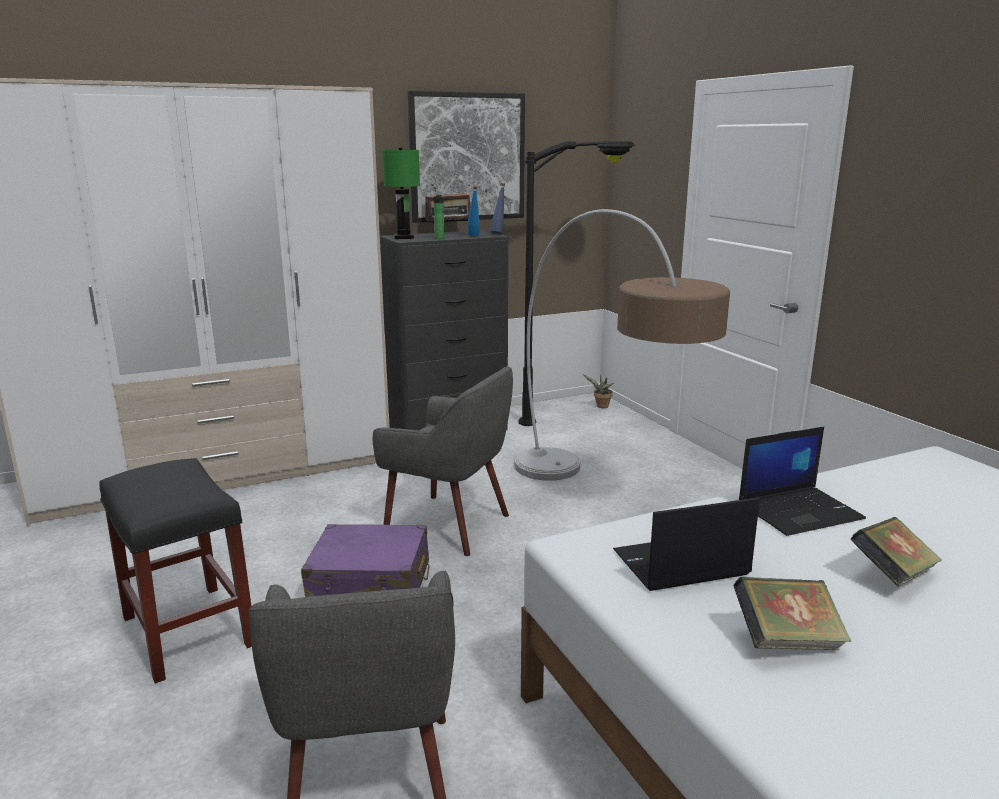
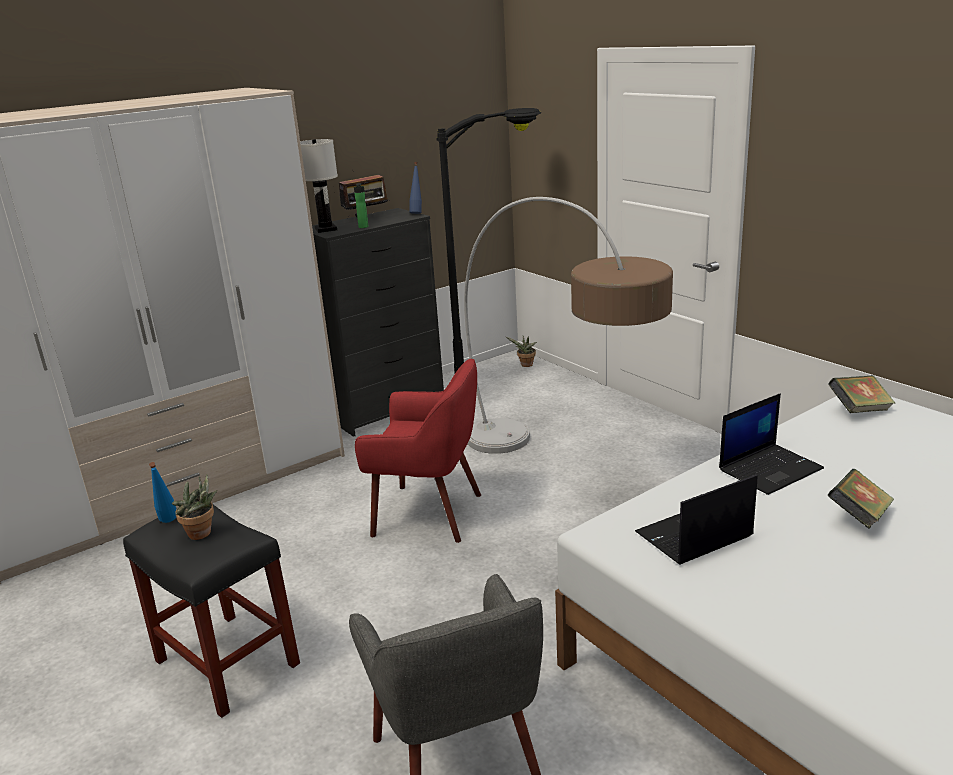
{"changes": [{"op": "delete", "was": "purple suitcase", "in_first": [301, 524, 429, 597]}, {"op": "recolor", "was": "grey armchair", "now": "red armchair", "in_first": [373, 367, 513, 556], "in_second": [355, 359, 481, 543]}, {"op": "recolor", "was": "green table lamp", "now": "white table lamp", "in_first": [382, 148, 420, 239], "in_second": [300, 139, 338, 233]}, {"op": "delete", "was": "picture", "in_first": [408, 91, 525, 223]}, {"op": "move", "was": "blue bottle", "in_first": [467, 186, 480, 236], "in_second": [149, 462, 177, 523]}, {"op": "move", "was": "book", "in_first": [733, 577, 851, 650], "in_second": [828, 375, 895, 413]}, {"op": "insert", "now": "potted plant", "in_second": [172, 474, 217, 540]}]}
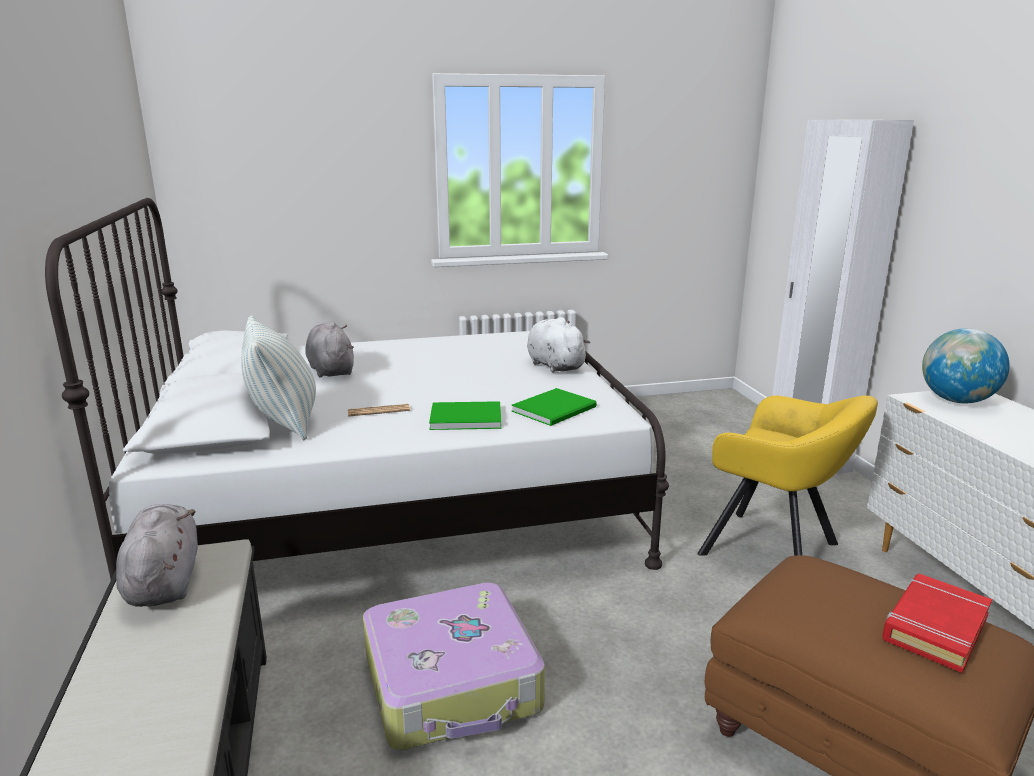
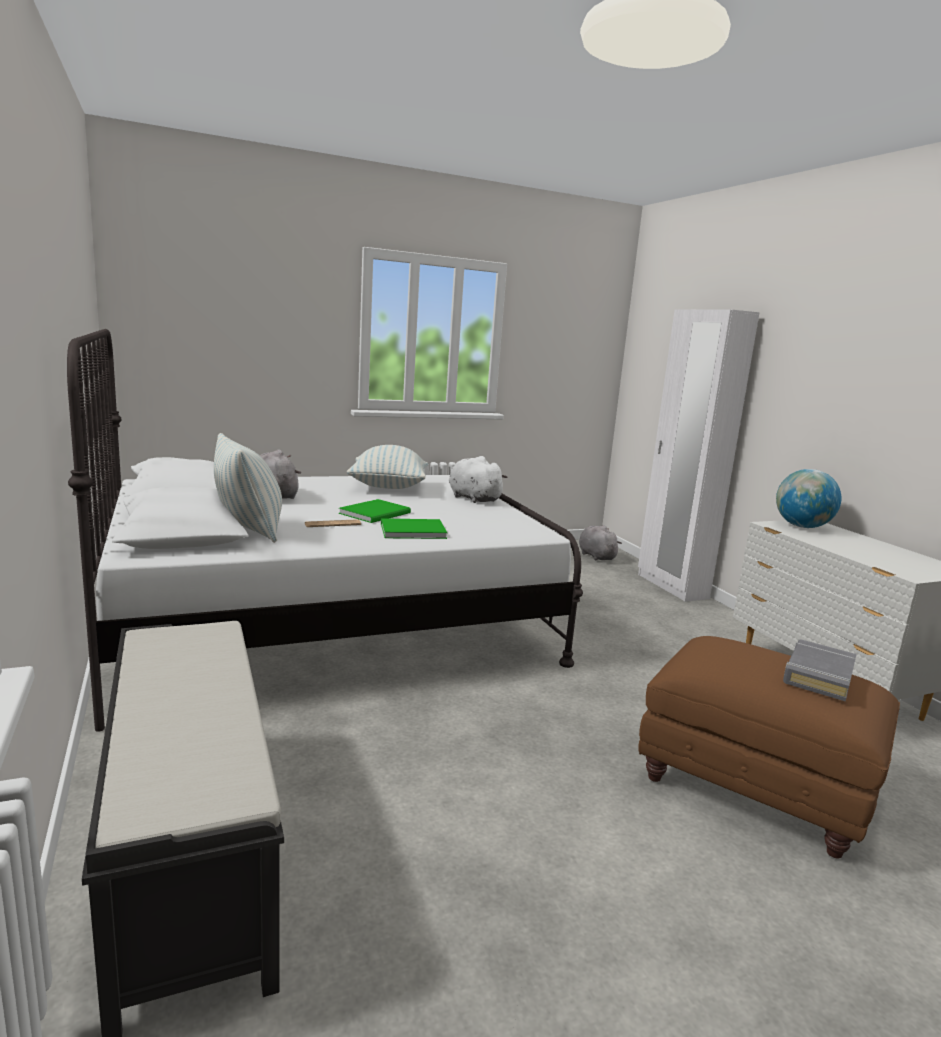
{"changes": [{"op": "move", "was": "grey plush toy", "in_first": [116, 504, 198, 607], "in_second": [579, 525, 622, 560]}, {"op": "delete", "was": "suitcase", "in_first": [363, 582, 545, 751]}, {"op": "move", "was": "green book", "in_first": [512, 388, 597, 426], "in_second": [339, 499, 411, 523]}, {"op": "delete", "was": "yellow armchair", "in_first": [697, 395, 878, 556]}, {"op": "recolor", "was": "red book", "now": "grey book", "in_first": [882, 574, 992, 673], "in_second": [783, 639, 857, 702]}, {"op": "insert", "now": "pillow", "in_second": [347, 445, 429, 489]}]}
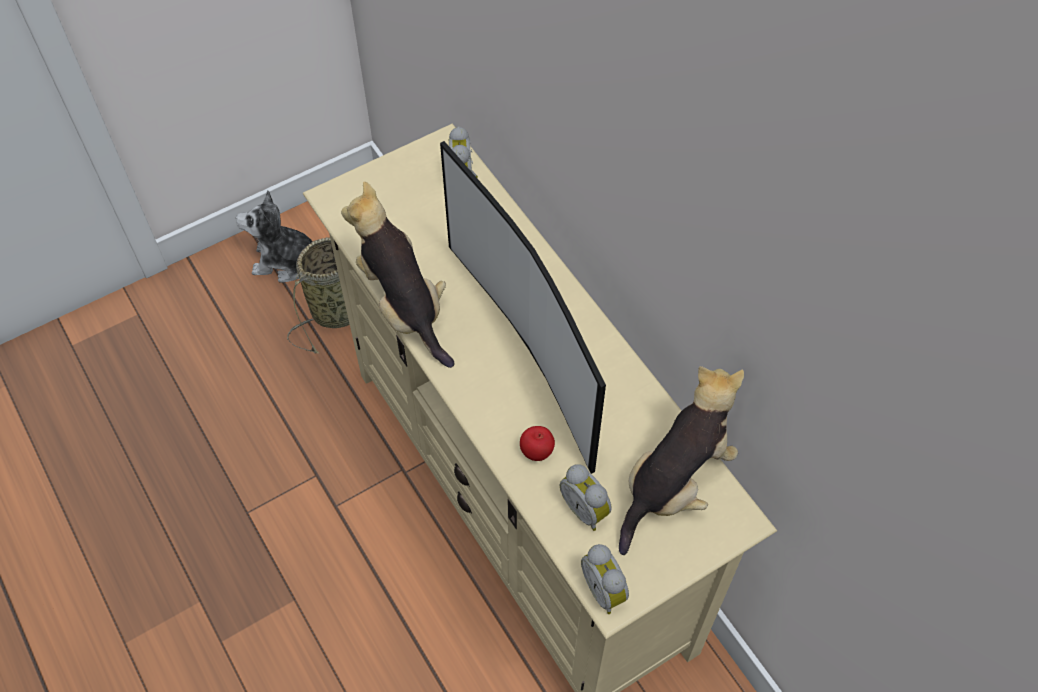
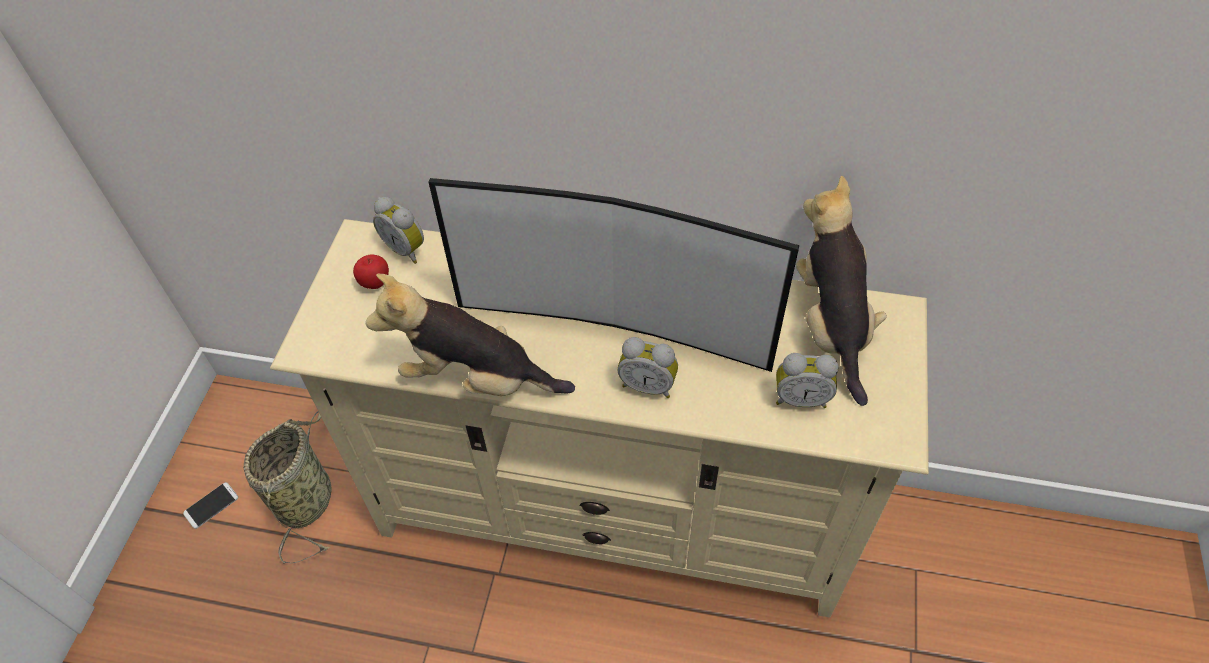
{"changes": [{"op": "replace", "was": "plush toy", "now": "phone", "in_first": [236, 191, 313, 283], "in_second": [183, 482, 238, 529]}, {"op": "move", "was": "apple", "in_first": [520, 426, 555, 461], "in_second": [353, 255, 389, 289]}, {"op": "move", "was": "alarm clock", "in_first": [581, 544, 629, 614], "in_second": [618, 337, 678, 398]}]}
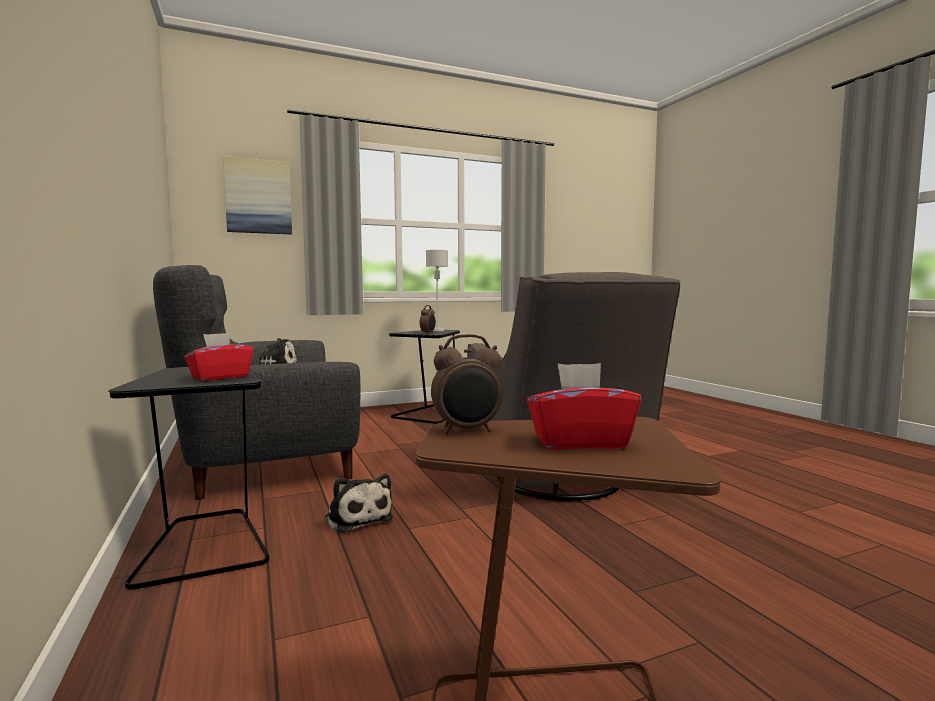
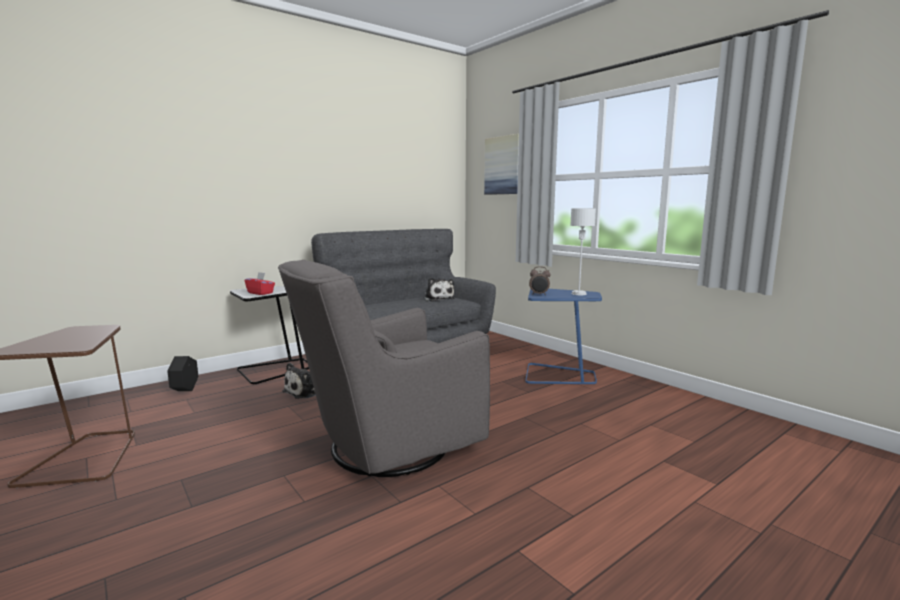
{"changes": [{"op": "recolor", "was": "black side table", "now": "blue side table", "in_first": [389, 330, 460, 424], "in_second": [525, 289, 602, 384]}, {"op": "delete", "was": "alarm clock", "in_first": [431, 334, 503, 434]}, {"op": "delete", "was": "red tissue box", "in_first": [527, 363, 641, 450]}, {"op": "insert", "now": "black planter", "in_second": [167, 356, 198, 391]}]}
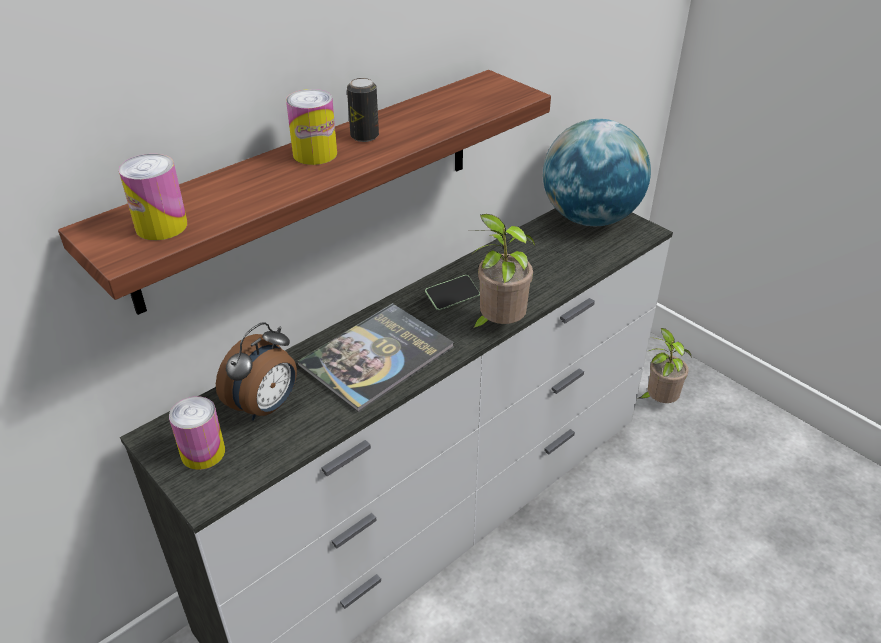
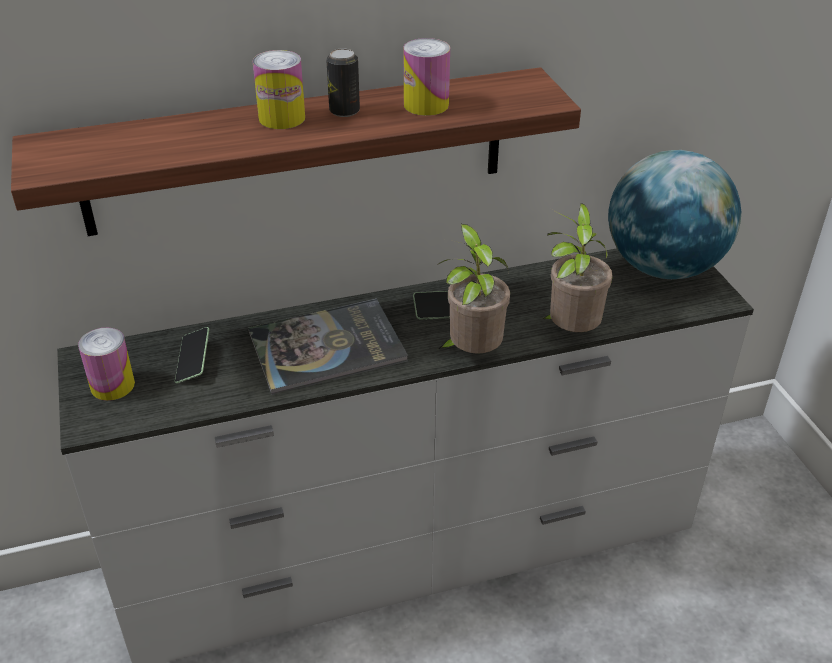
{"changes": [{"op": "move", "was": "can", "in_first": [119, 154, 187, 240], "in_second": [404, 38, 450, 116]}, {"op": "replace", "was": "alarm clock", "now": "phone", "in_first": [216, 322, 297, 421], "in_second": [175, 327, 209, 383]}, {"op": "move", "was": "potted plant", "in_first": [637, 328, 691, 403], "in_second": [542, 203, 613, 332]}]}
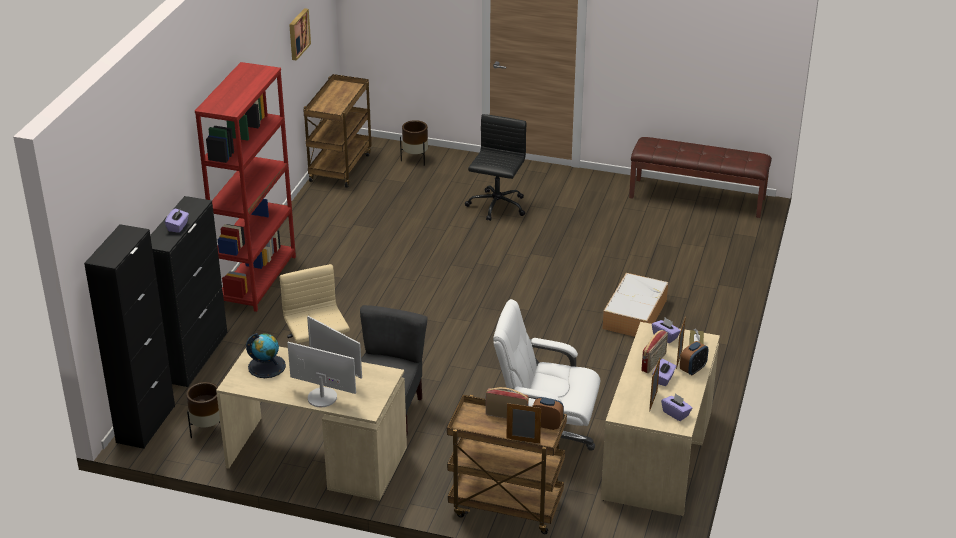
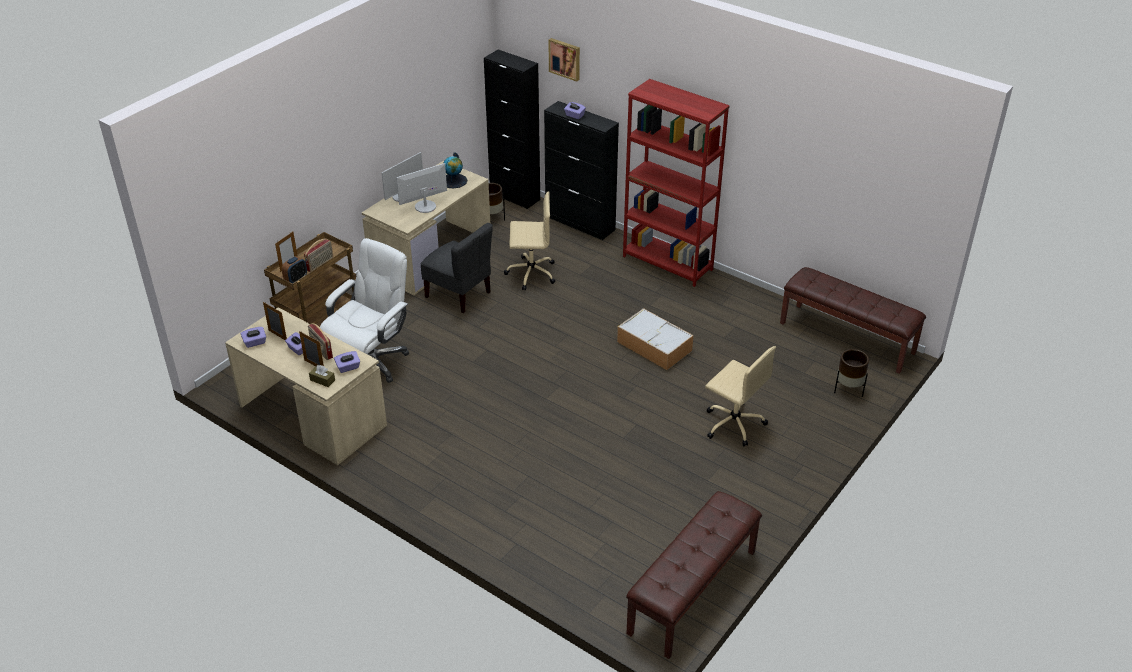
{"changes": [{"op": "move", "was": "picture", "in_first": [289, 8, 311, 61], "in_second": [549, 38, 580, 82]}, {"op": "replace", "was": "brown cart", "now": "brown bench", "in_first": [303, 74, 372, 188], "in_second": [780, 267, 926, 374]}, {"op": "recolor", "was": "black office chair", "now": "beige office chair", "in_first": [465, 114, 527, 221], "in_second": [705, 346, 776, 446]}, {"op": "move", "was": "storage box", "in_first": [603, 273, 668, 337], "in_second": [617, 308, 694, 370]}, {"op": "delete", "was": "alarm clock", "in_first": [680, 341, 708, 375]}]}
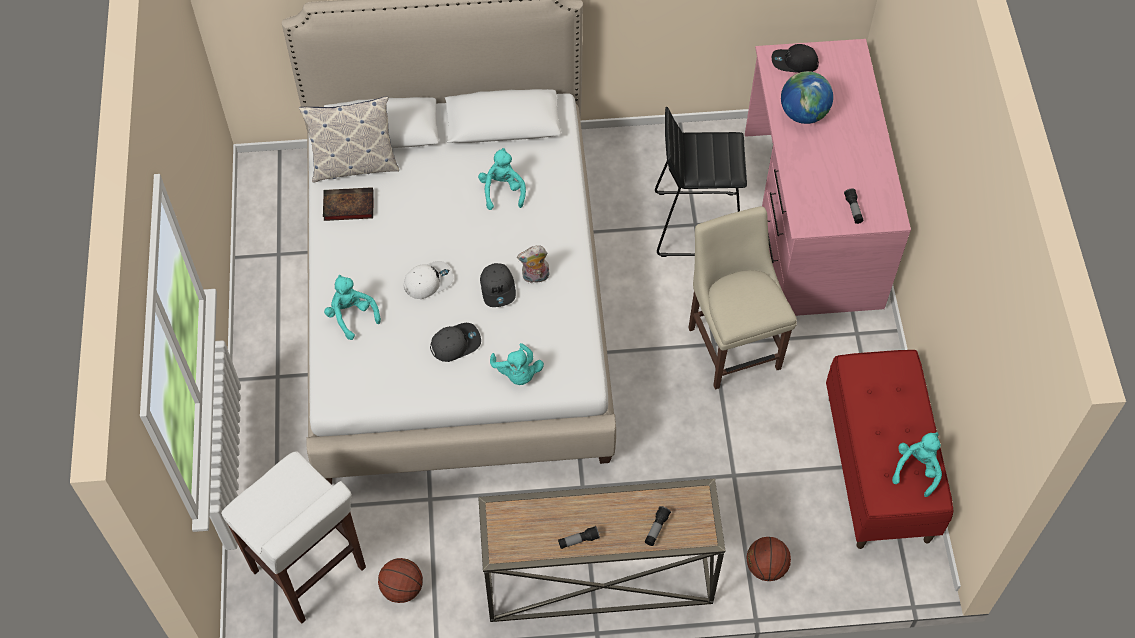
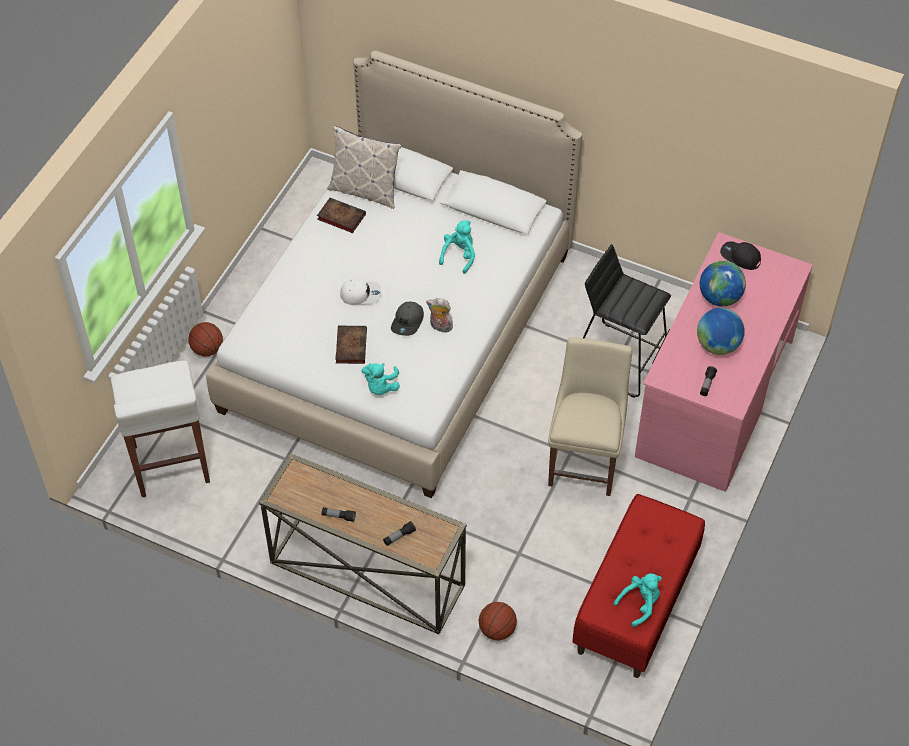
{"changes": [{"op": "delete", "was": "turquoise plush toy", "in_first": [324, 275, 381, 340]}, {"op": "move", "was": "basketball", "in_first": [378, 558, 423, 603], "in_second": [188, 322, 223, 356]}, {"op": "replace", "was": "grey cap", "now": "book", "in_first": [430, 323, 481, 362], "in_second": [335, 326, 367, 364]}, {"op": "insert", "now": "globe", "in_second": [697, 308, 745, 355]}]}
